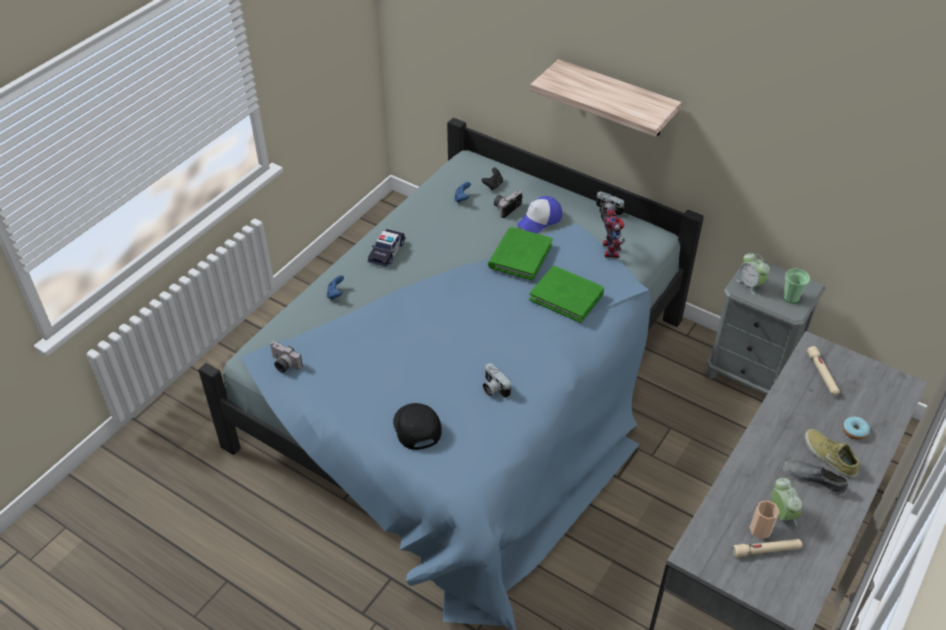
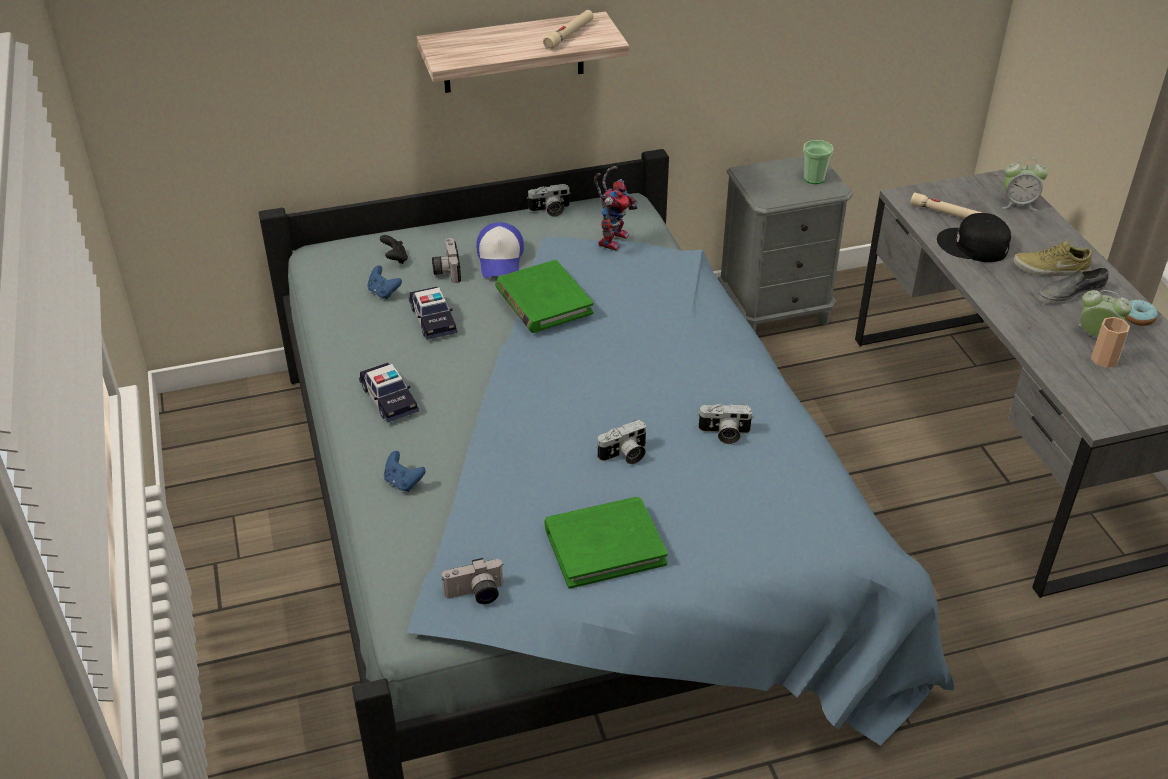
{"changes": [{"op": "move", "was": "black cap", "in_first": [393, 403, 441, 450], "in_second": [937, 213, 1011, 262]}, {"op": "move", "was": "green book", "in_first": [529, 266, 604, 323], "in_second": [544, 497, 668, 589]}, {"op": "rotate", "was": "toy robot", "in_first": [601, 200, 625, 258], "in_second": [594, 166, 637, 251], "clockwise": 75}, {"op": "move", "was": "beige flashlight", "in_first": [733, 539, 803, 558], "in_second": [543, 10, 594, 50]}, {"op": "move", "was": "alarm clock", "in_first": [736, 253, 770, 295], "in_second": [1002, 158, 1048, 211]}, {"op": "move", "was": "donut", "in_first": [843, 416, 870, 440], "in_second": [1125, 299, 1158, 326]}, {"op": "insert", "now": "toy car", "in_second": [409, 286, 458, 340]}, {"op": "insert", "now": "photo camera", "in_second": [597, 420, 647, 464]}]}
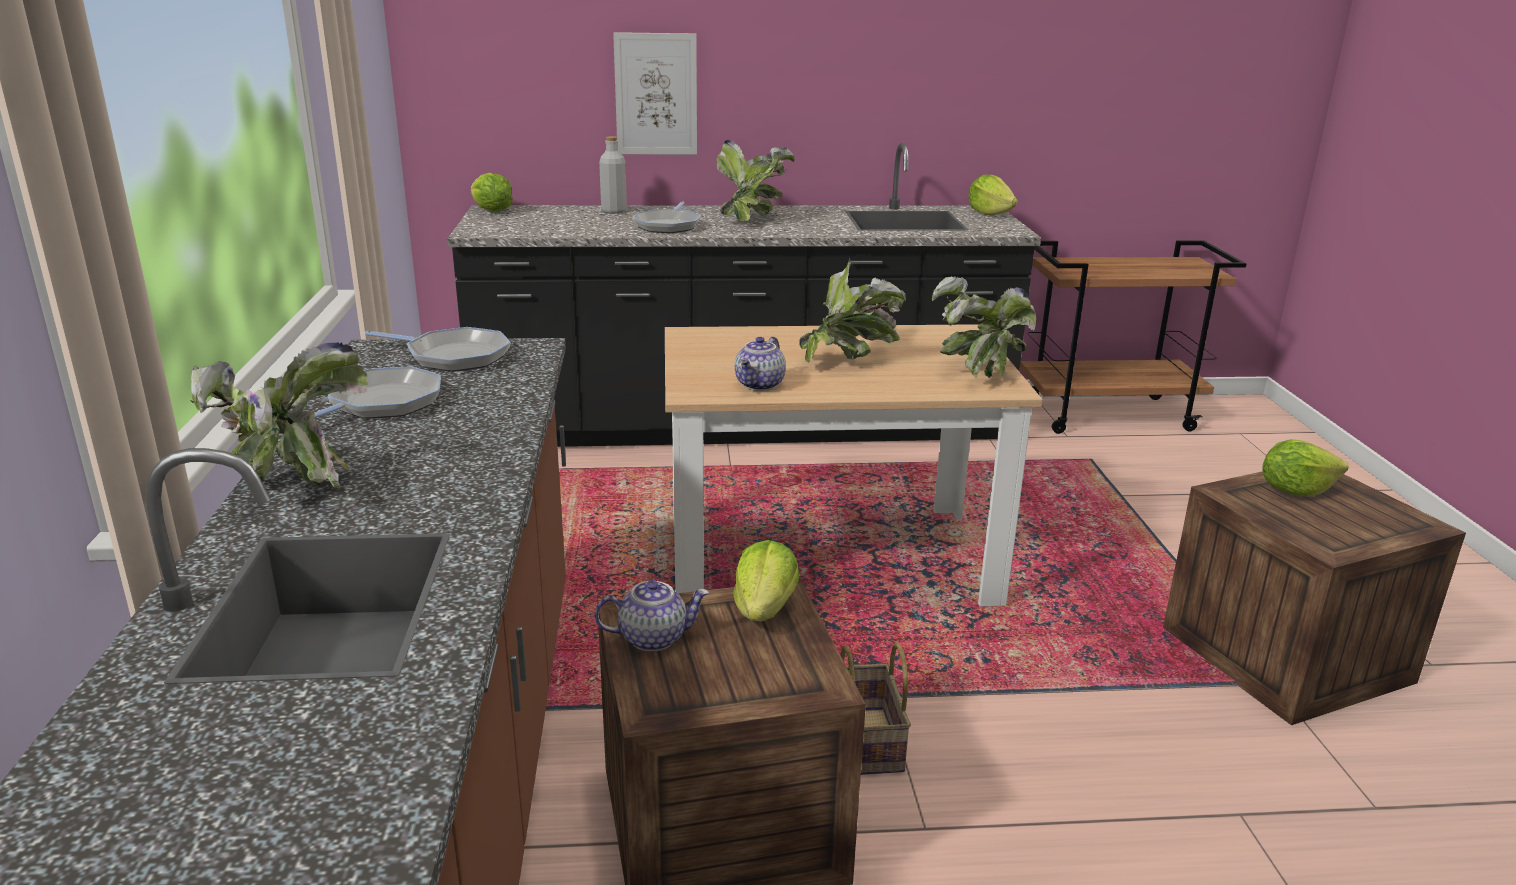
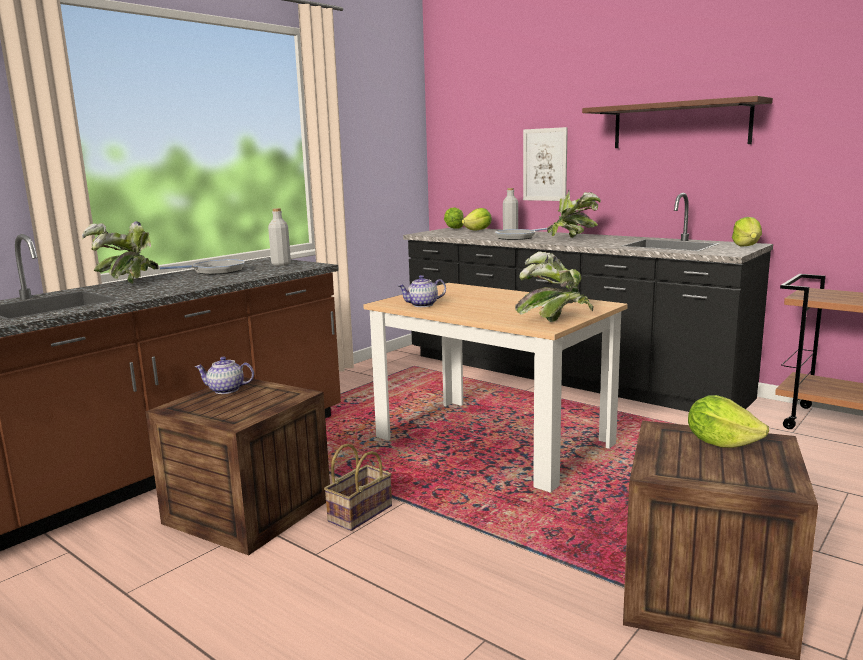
{"changes": [{"op": "replace", "was": "frying pan", "now": "grey bottle", "in_first": [365, 327, 511, 372], "in_second": [268, 208, 291, 266]}, {"op": "rotate", "was": "teapot", "in_first": [594, 580, 709, 651], "in_second": [195, 356, 254, 394], "clockwise": 150}, {"op": "move", "was": "lettuce", "in_first": [733, 540, 799, 621], "in_second": [462, 208, 492, 230]}, {"op": "delete", "was": "potted plant", "in_first": [799, 257, 906, 363]}, {"op": "insert", "now": "brown shelf", "in_second": [582, 96, 773, 148]}]}
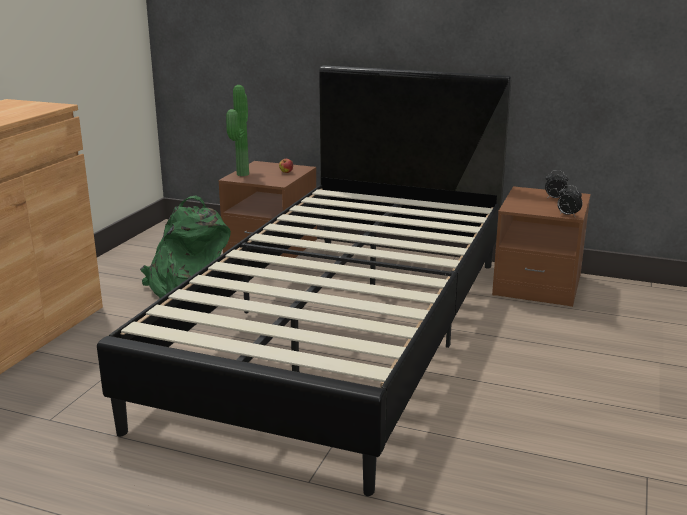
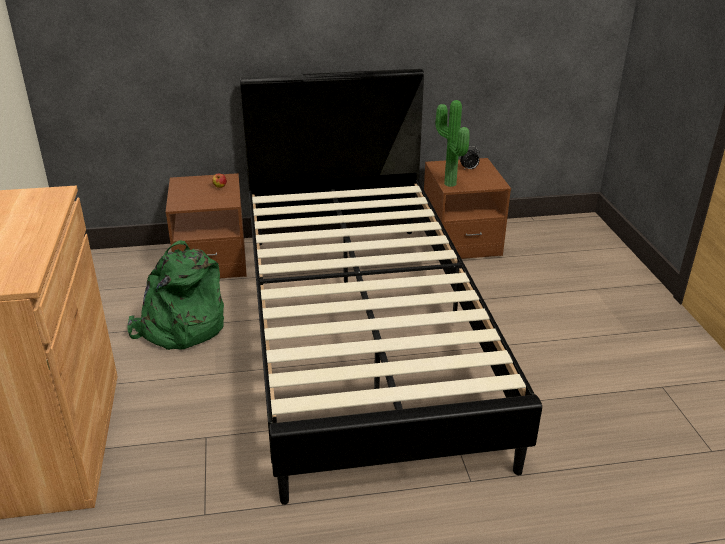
{"changes": [{"op": "move", "was": "potted plant", "in_first": [226, 85, 249, 176], "in_second": [435, 100, 470, 187]}, {"op": "delete", "was": "alarm clock", "in_first": [557, 185, 582, 216]}]}
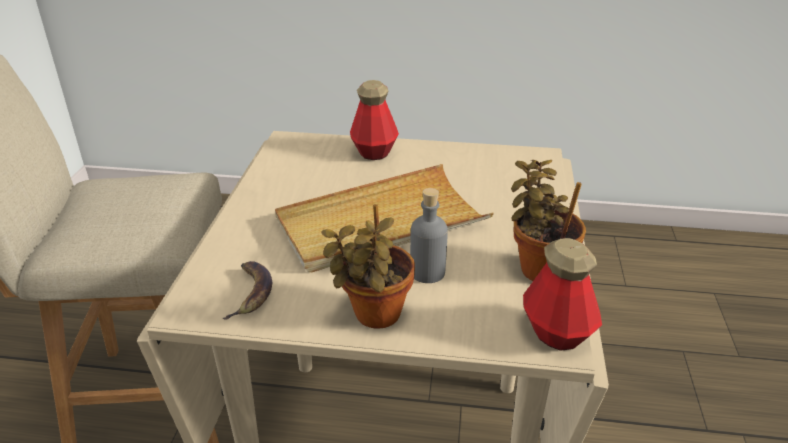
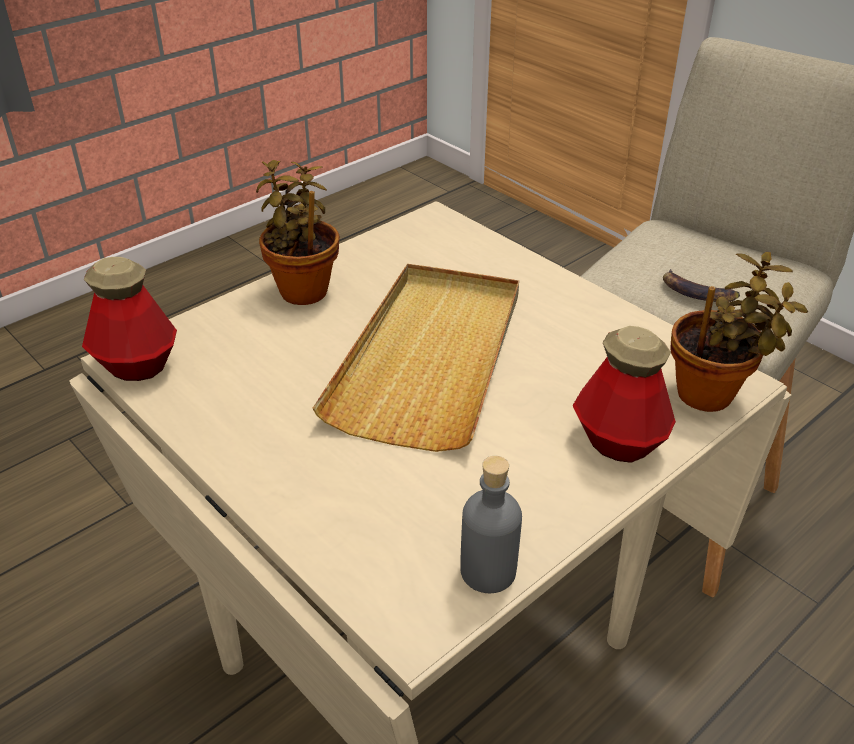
{"changes": [{"op": "move", "was": "banana", "in_first": [223, 261, 272, 320], "in_second": [663, 269, 740, 302]}, {"op": "move", "was": "grey bottle", "in_first": [410, 188, 448, 283], "in_second": [460, 456, 522, 593]}, {"op": "move", "was": "potted plant", "in_first": [511, 160, 586, 281], "in_second": [670, 252, 808, 412]}]}
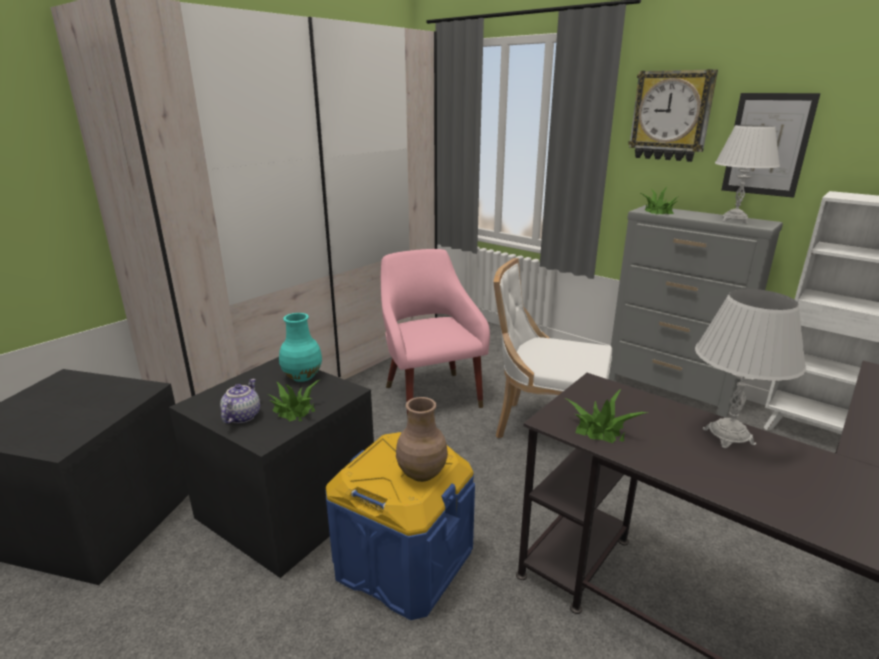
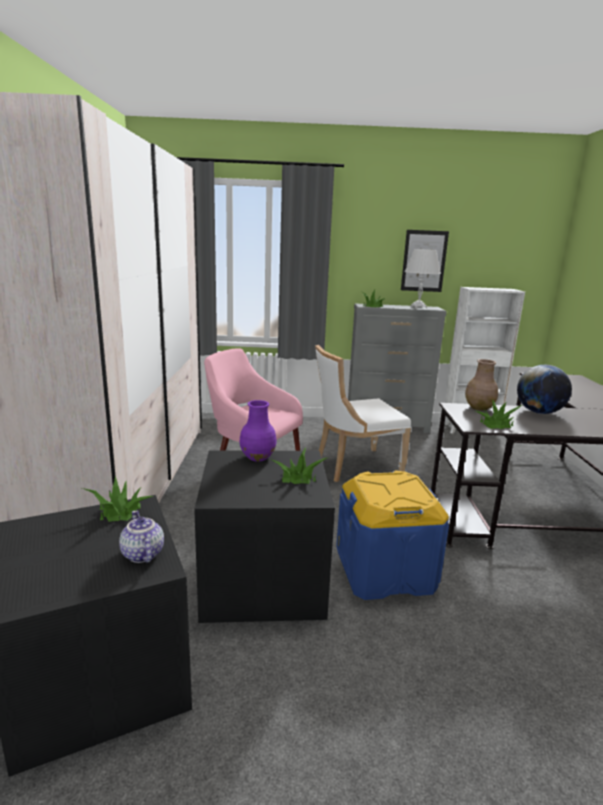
{"changes": [{"op": "move", "was": "teapot", "in_first": [220, 379, 260, 424], "in_second": [119, 510, 164, 563]}, {"op": "recolor", "was": "turquoise vase", "now": "purple vase", "in_first": [279, 313, 322, 382], "in_second": [239, 400, 277, 462]}, {"op": "move", "was": "brown vase", "in_first": [396, 397, 448, 482], "in_second": [465, 359, 498, 411]}, {"op": "delete", "was": "wall clock", "in_first": [628, 69, 718, 162]}, {"op": "replace", "was": "white table lamp", "now": "globe", "in_first": [695, 289, 806, 448], "in_second": [517, 365, 572, 414]}, {"op": "insert", "now": "potted plant", "in_second": [82, 476, 154, 522]}]}
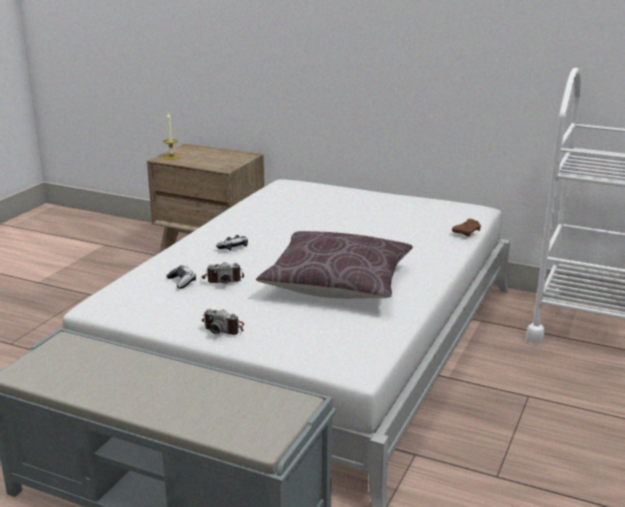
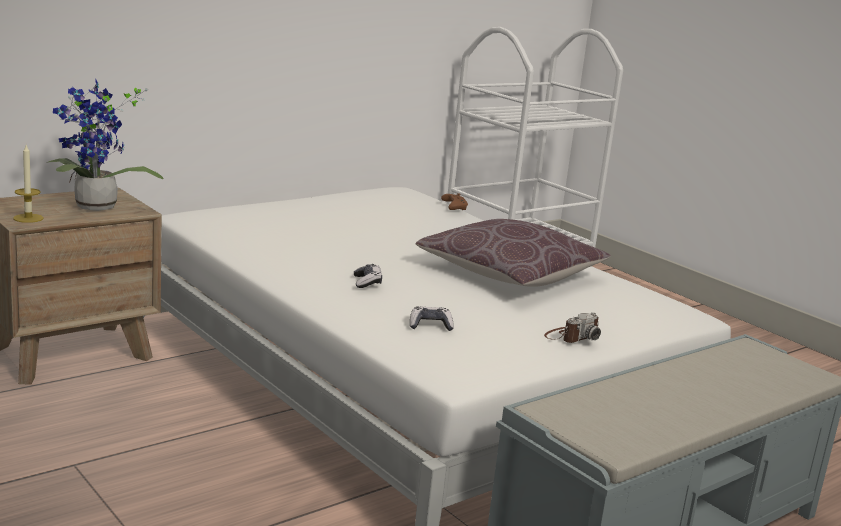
{"changes": [{"op": "delete", "was": "photo camera", "in_first": [202, 262, 244, 284]}, {"op": "insert", "now": "potted plant", "in_second": [47, 80, 163, 211]}]}
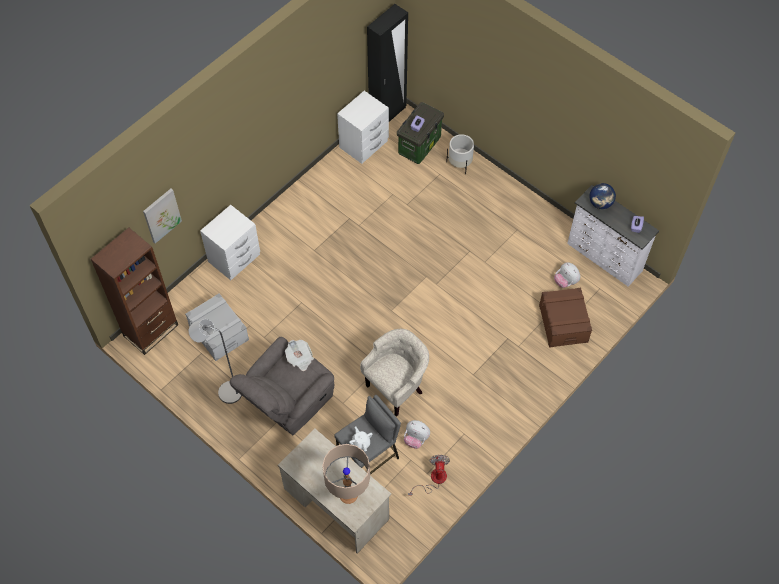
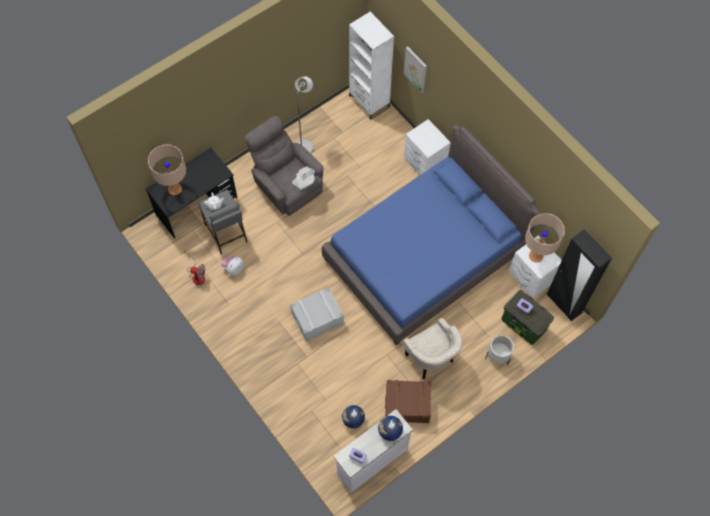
{"changes": [{"op": "recolor", "was": "brown bookcase", "now": "white bookcase", "in_first": [91, 227, 178, 355], "in_second": [349, 12, 394, 120]}, {"op": "move", "was": "grey storage box", "in_first": [185, 293, 249, 361], "in_second": [290, 287, 344, 341]}, {"op": "recolor", "was": "beige desk", "now": "black desk", "in_first": [278, 428, 391, 553], "in_second": [146, 148, 237, 239]}, {"op": "move", "was": "beige armchair", "in_first": [360, 329, 429, 417], "in_second": [403, 318, 463, 379]}, {"op": "move", "was": "brown storage box", "in_first": [539, 288, 592, 348], "in_second": [385, 380, 431, 423]}, {"op": "replace", "was": "plush toy", "now": "globe", "in_first": [554, 262, 580, 288], "in_second": [342, 405, 365, 428]}, {"op": "insert", "now": "blue bed", "in_second": [322, 124, 540, 345]}, {"op": "insert", "now": "beige table lamp", "in_second": [525, 213, 565, 263]}]}
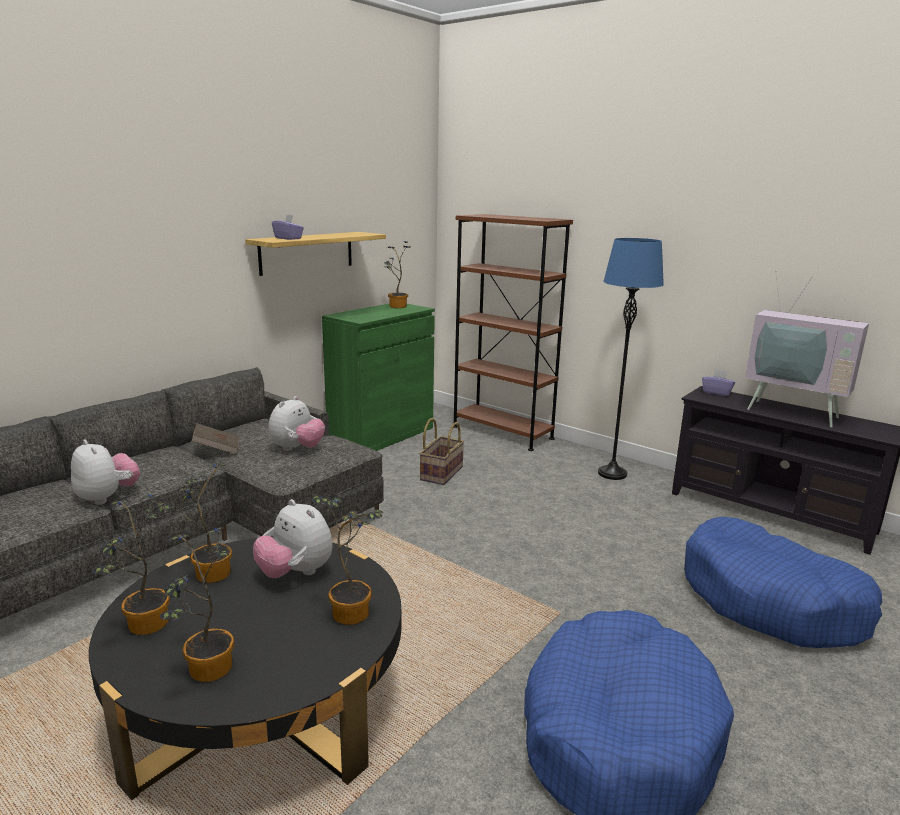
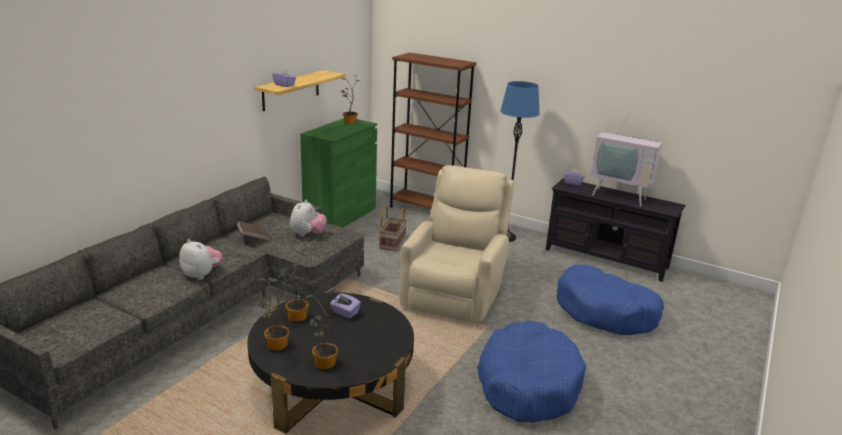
{"changes": [{"op": "replace", "was": "plush toy", "now": "purple tissue box", "in_first": [253, 499, 332, 578], "in_second": [330, 293, 361, 319]}, {"op": "delete", "was": "potted plant", "in_first": [312, 495, 384, 625]}, {"op": "insert", "now": "beige armchair", "in_second": [399, 165, 514, 322]}]}
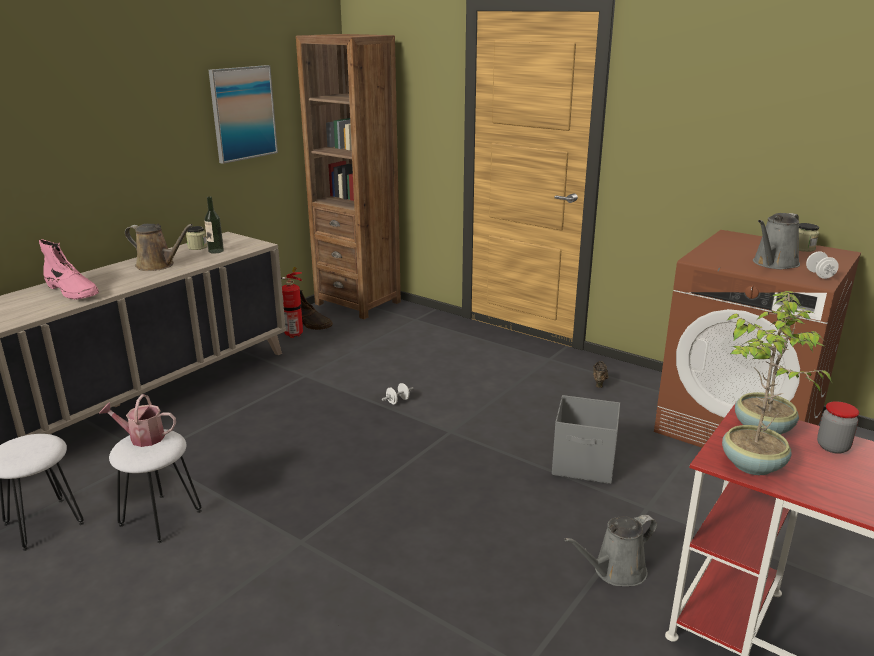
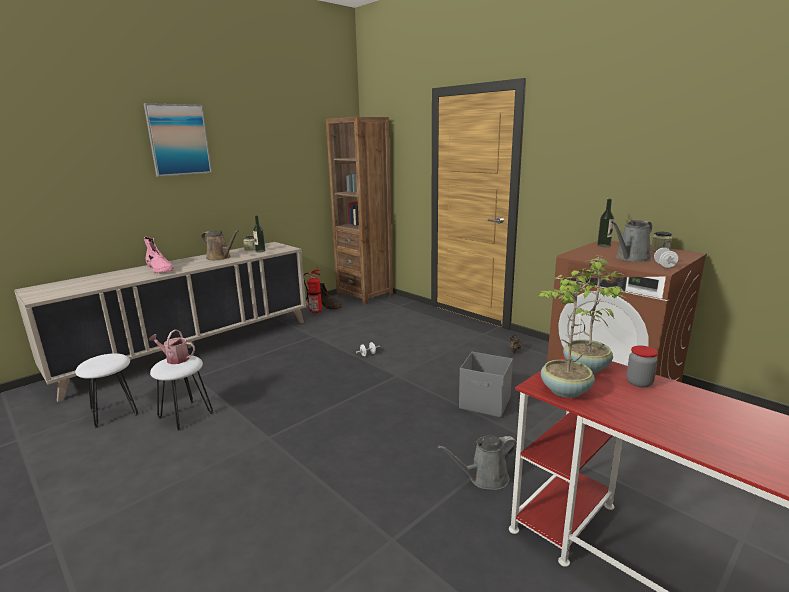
{"changes": [{"op": "move", "was": "picture", "in_first": [208, 65, 278, 164], "in_second": [144, 103, 212, 177]}, {"op": "insert", "now": "bottle", "in_second": [597, 199, 614, 247]}]}
